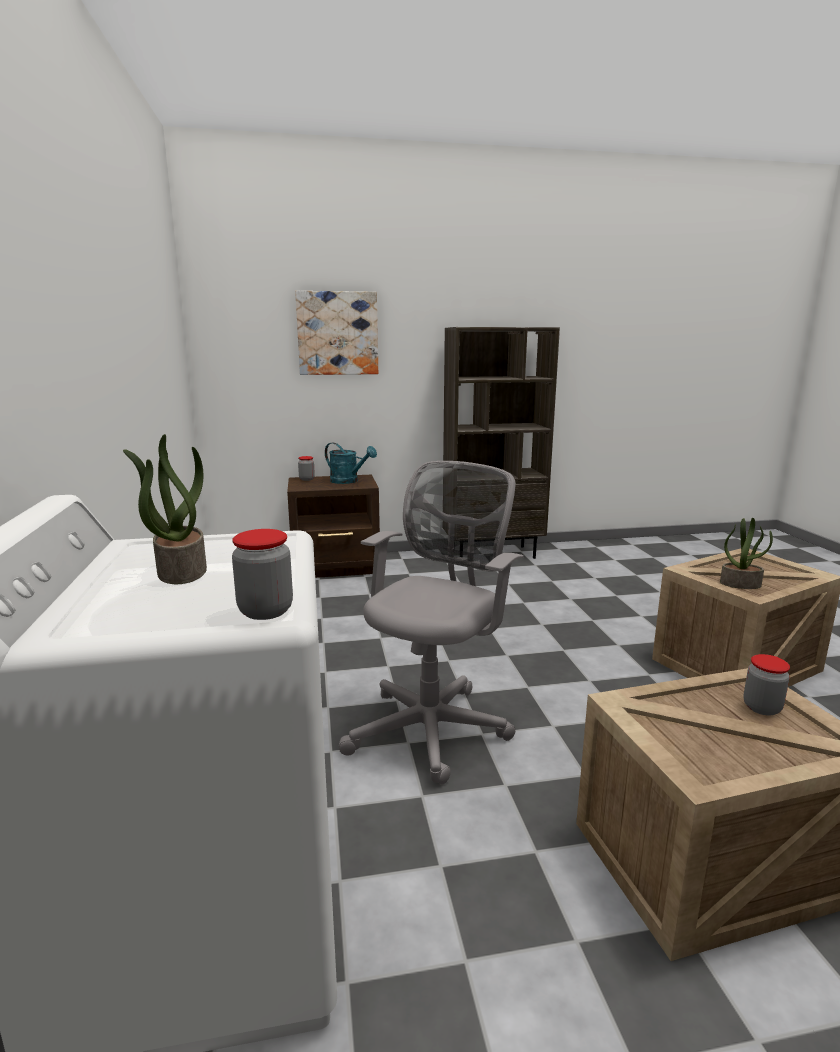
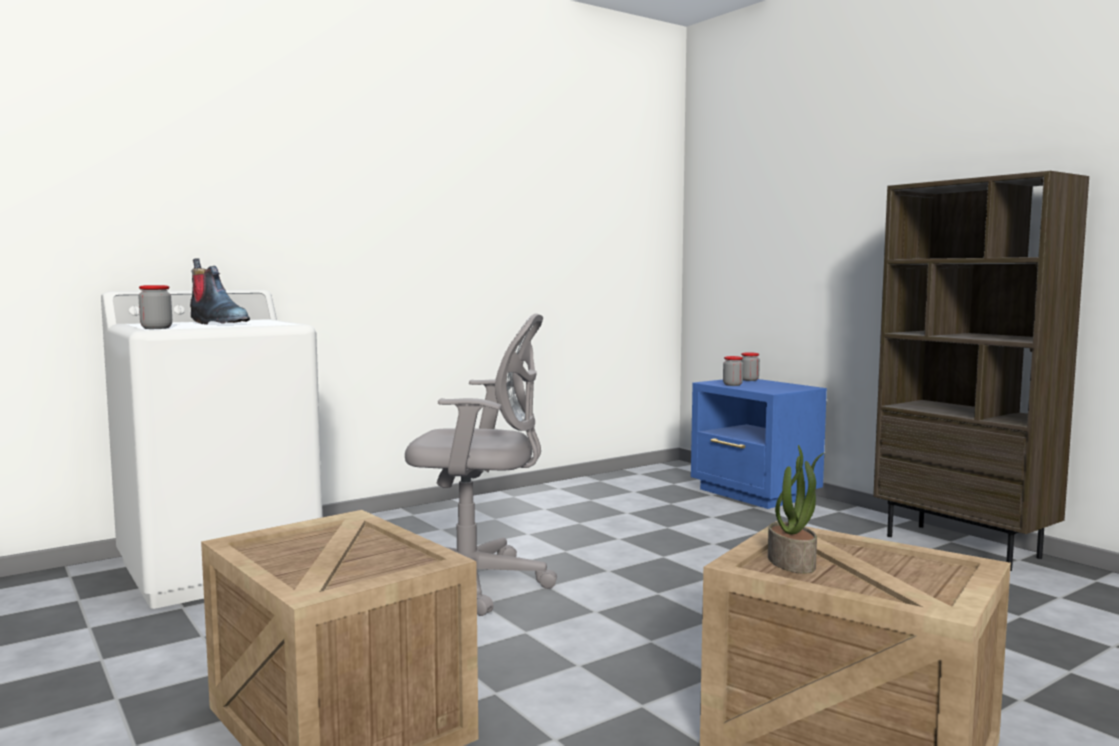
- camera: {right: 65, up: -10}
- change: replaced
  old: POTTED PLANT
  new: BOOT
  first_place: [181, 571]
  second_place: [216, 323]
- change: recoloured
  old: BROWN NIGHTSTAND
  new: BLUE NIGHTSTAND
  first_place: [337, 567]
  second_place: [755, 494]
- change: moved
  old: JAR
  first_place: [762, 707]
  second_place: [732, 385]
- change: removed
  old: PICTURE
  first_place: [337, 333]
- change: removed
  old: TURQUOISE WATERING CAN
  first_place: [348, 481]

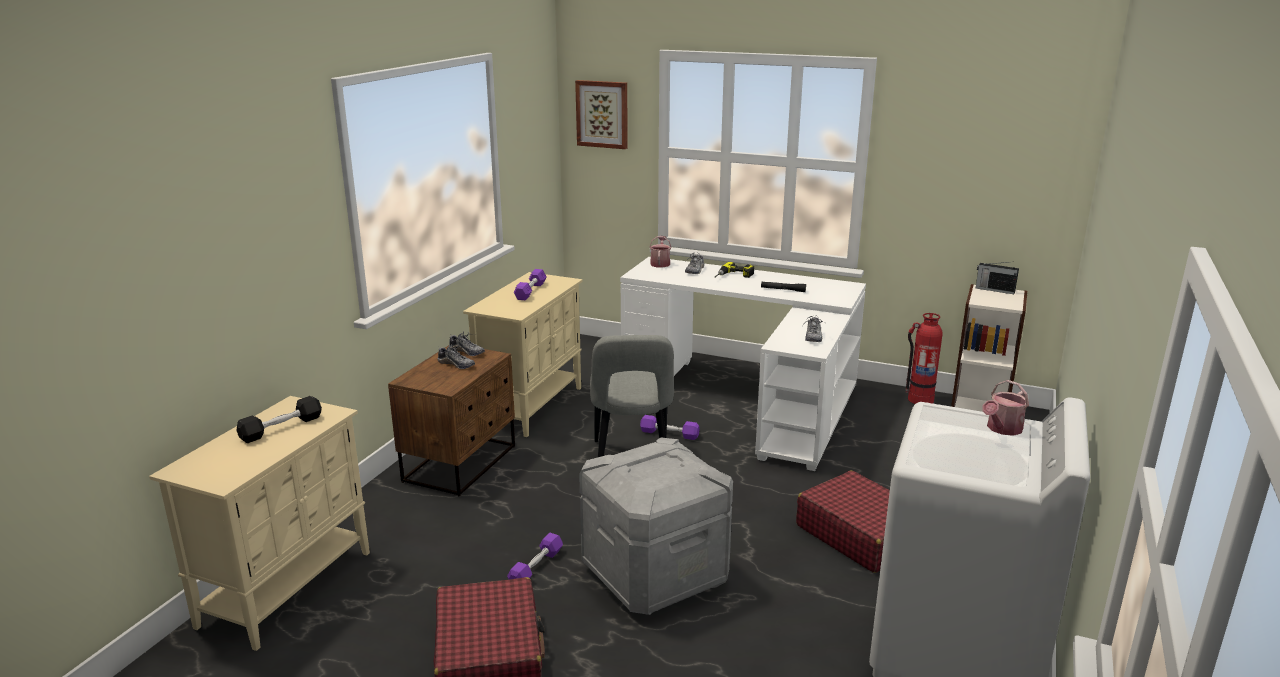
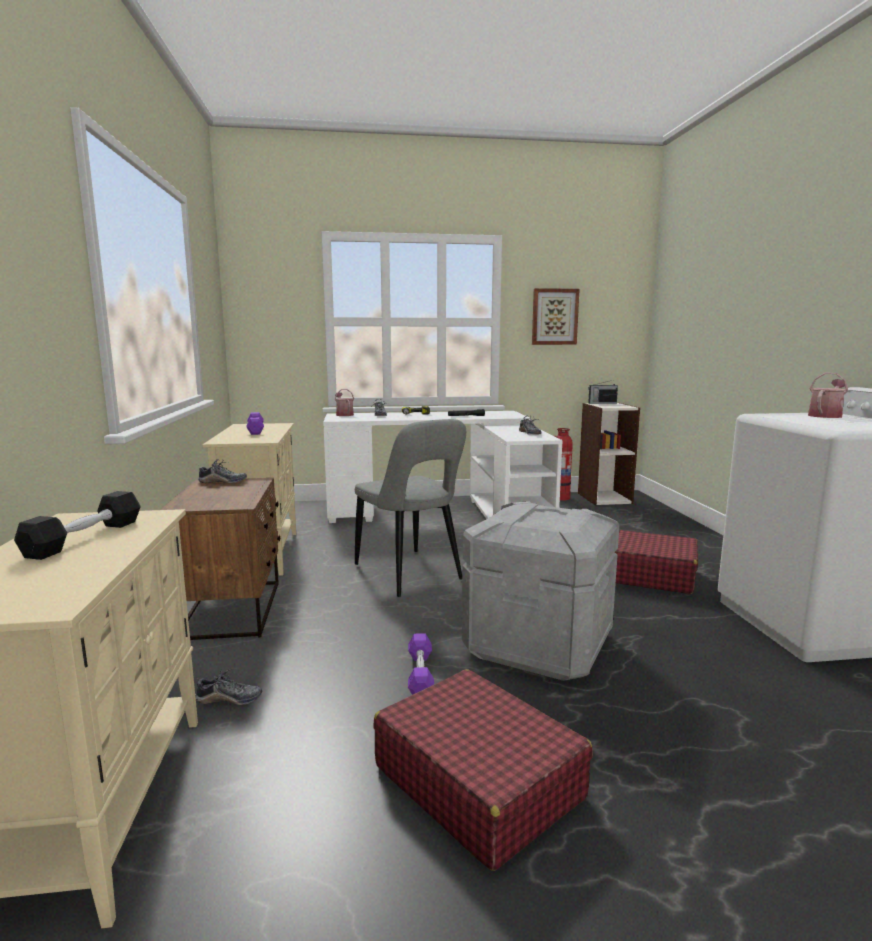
- camera: {right: -30, up: -10}
- change: moved
  old: SHOE
  first_place: [456, 364]
  second_place: [229, 699]
- change: moved
  old: PICTURE
  first_place: [602, 114]
  second_place: [554, 317]
- change: turned
  old: WATERING CAN
  first_place: [1002, 429]
  second_place: [826, 415]
  degrees: -150
- change: removed
  old: PURPLE DUMBBELL
  first_place: [669, 434]

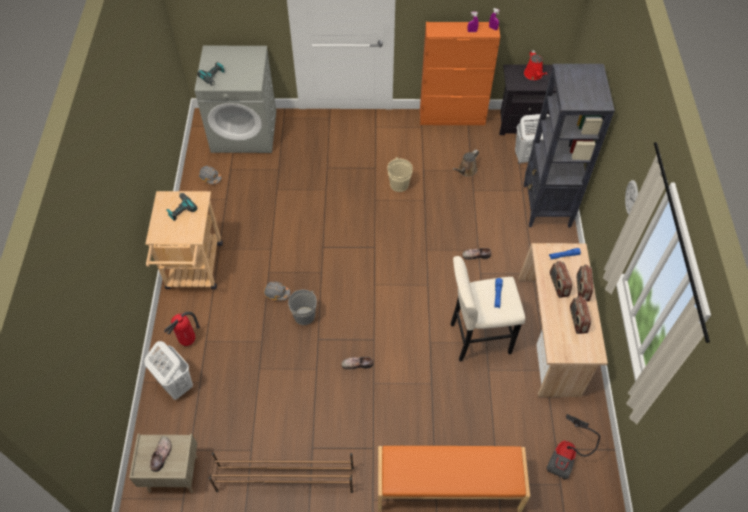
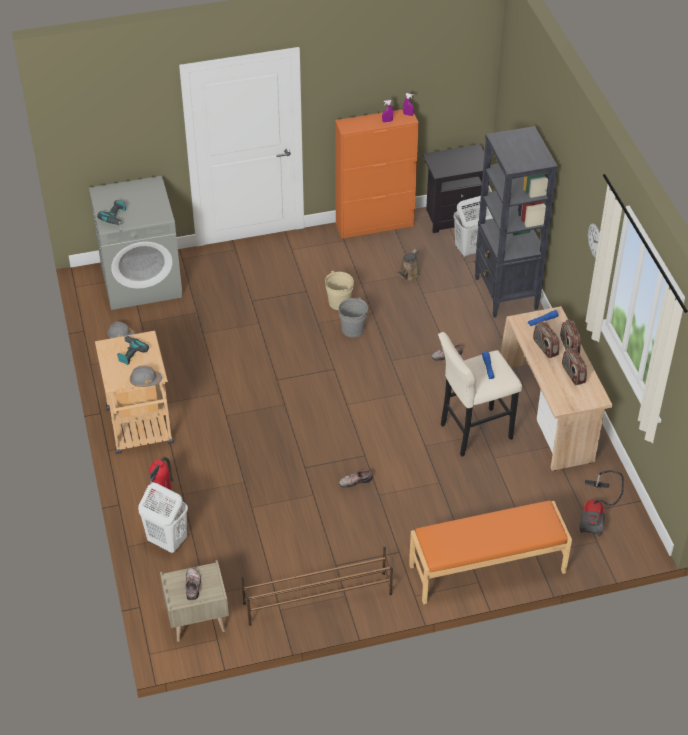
- camera: {right: -15, up: -10}
- change: moved
  old: GREY HARD HAT
  first_place: [276, 293]
  second_place: [145, 380]
- change: moved
  old: GREY BUCKET
  first_place: [304, 316]
  second_place: [352, 329]
- change: removed
  old: RED WATERING CAN
  first_place: [534, 75]

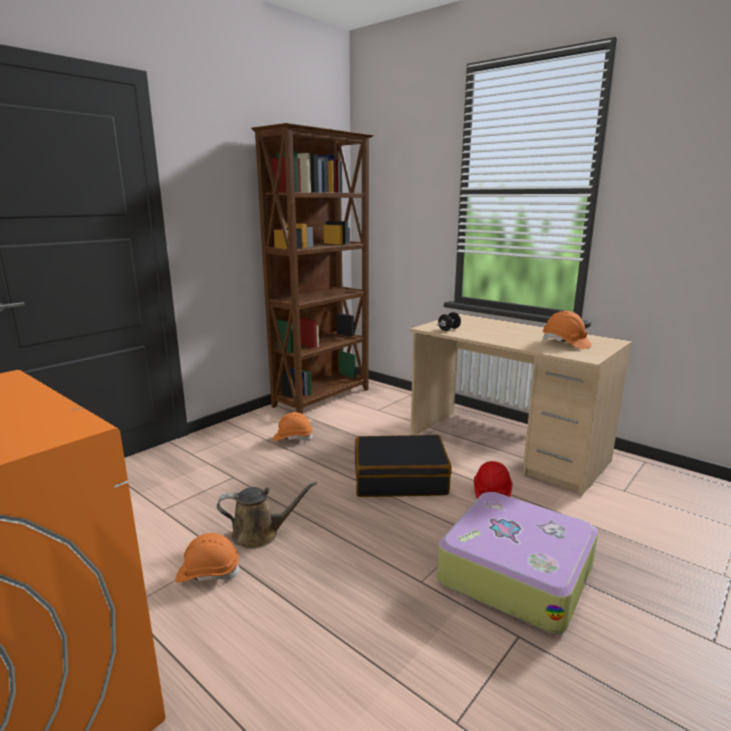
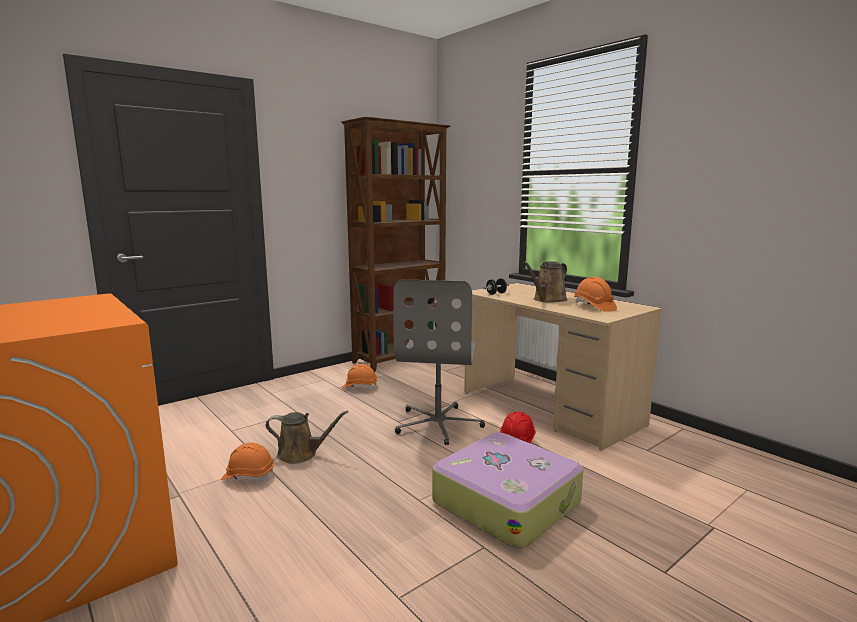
- camera: {right: 10, up: -5}
- change: replaced
  old: BLACK SUITCASE
  new: GREY OFFICE CHAIR
  first_place: [400, 478]
  second_place: [439, 424]
- change: added
  new: BROWN WATERING CAN
  second_place: [548, 300]

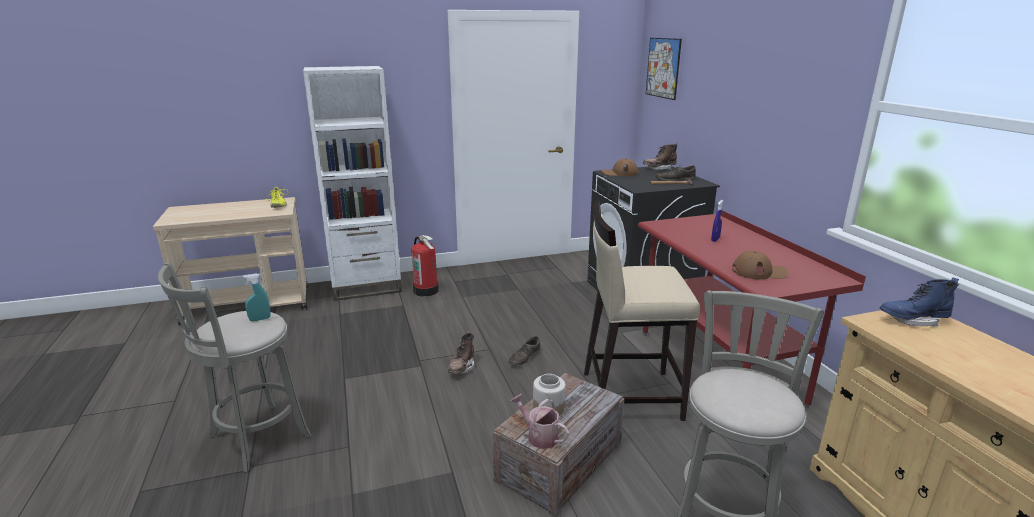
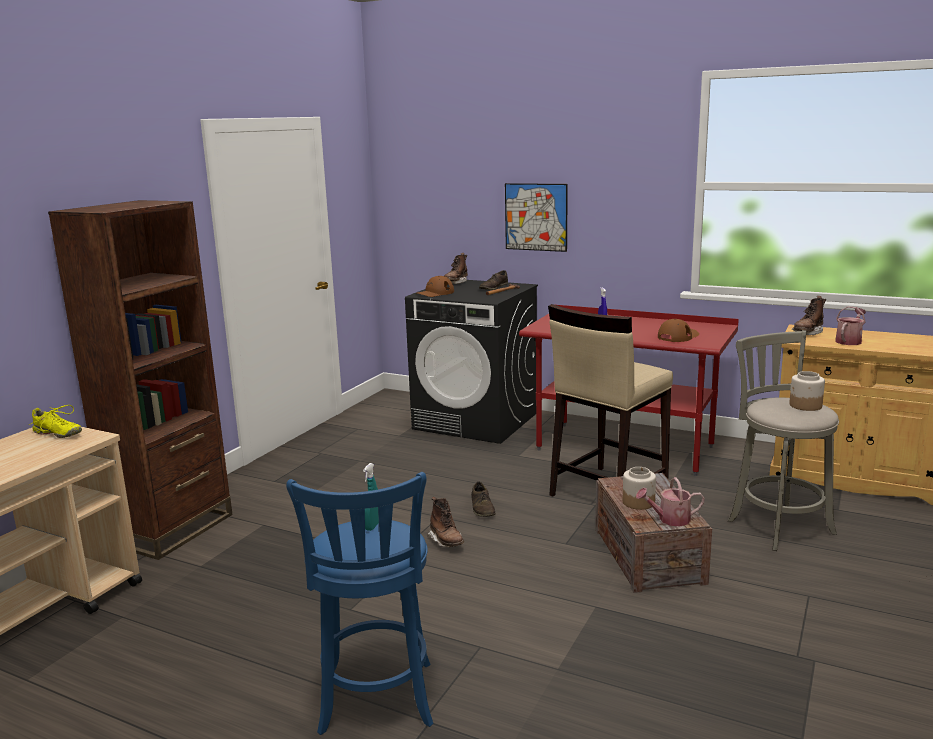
- camera: {right: -45, up: -5}
- change: recoloured
  old: WHITE BOOKCASE
  new: BROWN BOOKCASE
  first_place: [366, 287]
  second_place: [172, 529]
- change: recoloured
  old: GREY STOOL
  new: BLUE STOOL
  first_place: [255, 439]
  second_place: [376, 702]
- change: moved
  old: PICTURE
  first_place: [663, 68]
  second_place: [536, 217]
- change: added
  new: JAR
  second_place: [805, 406]
- change: recoloured
  old: BLUE BOOT
  new: BROWN BOOT
  first_place: [912, 321]
  second_place: [807, 333]
- change: added
  new: WATERING CAN
  second_place: [849, 341]
- change: removed
  old: FIRE EXTINGUISHER
  first_place: [426, 291]

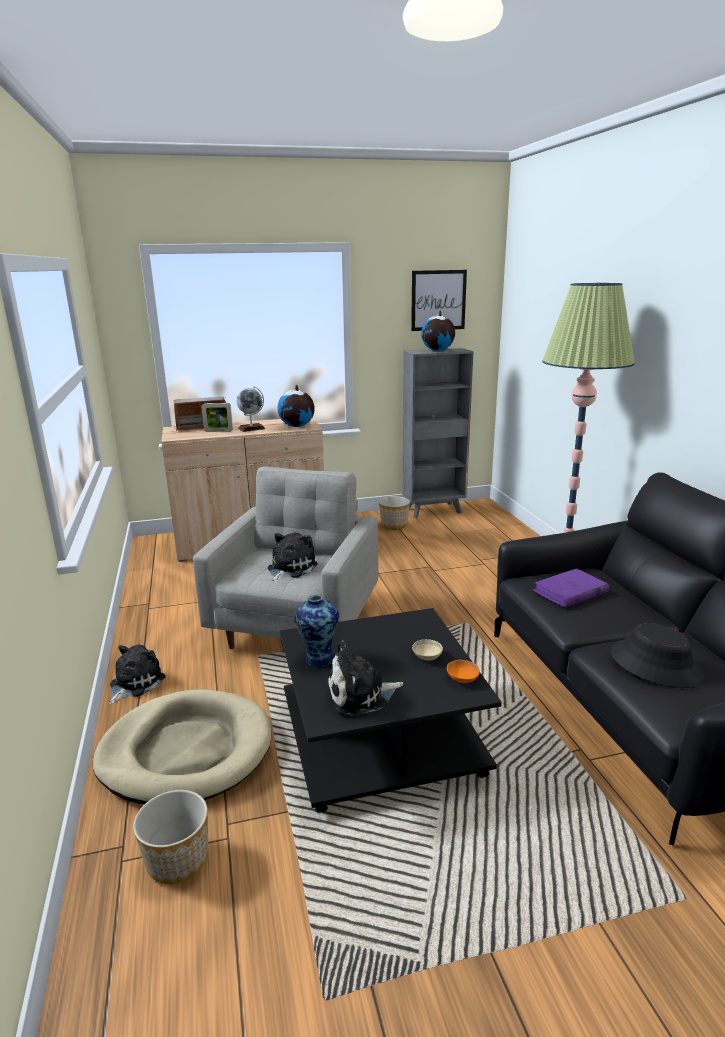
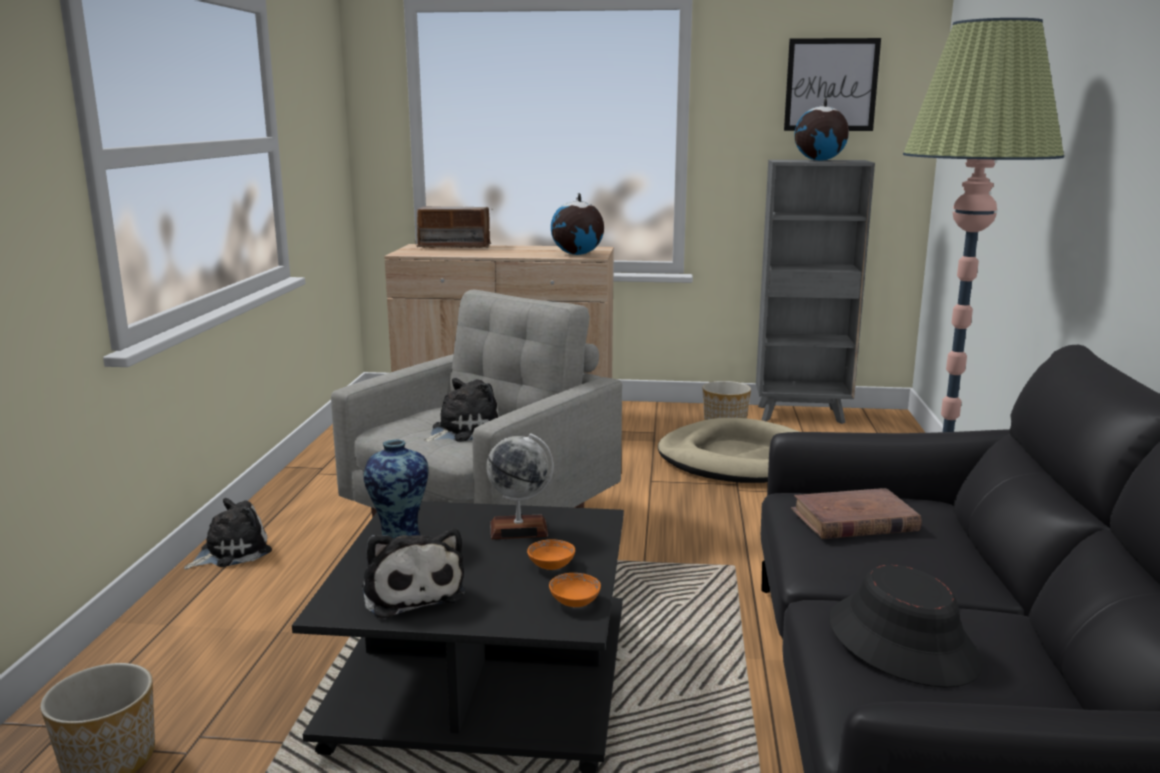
- camera: {right: 20, up: -5}
- change: turned
  old: PLUSH TOY
  first_place: [361, 695]
  second_place: [411, 591]
  degrees: -120
- change: moved
  old: GLOBE
  first_place: [251, 428]
  second_place: [519, 529]
- change: recoloured
  old: BEIGE BOWL
  new: ORANGE BOWL
  first_place: [427, 656]
  second_place: [551, 565]
- change: moved
  old: BEIGE DOG BED
  first_place: [186, 751]
  second_place: [737, 459]
- change: recoloured
  old: PURPLE BOOK
  new: BROWN BOOK
  first_place: [570, 592]
  second_place: [853, 520]
- change: removed
  old: PICTURE FRAME
  first_place: [218, 431]

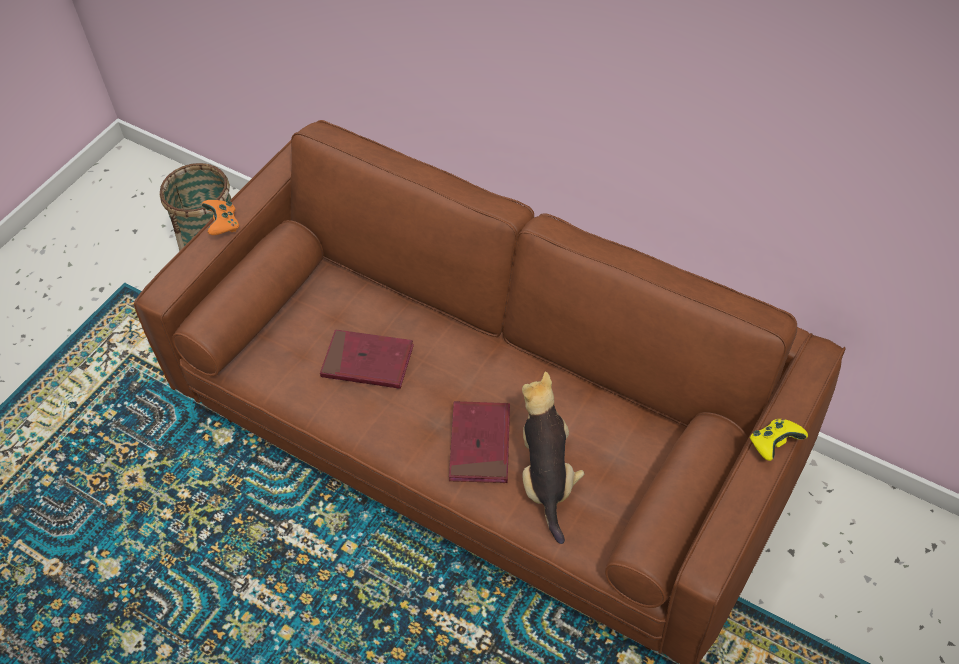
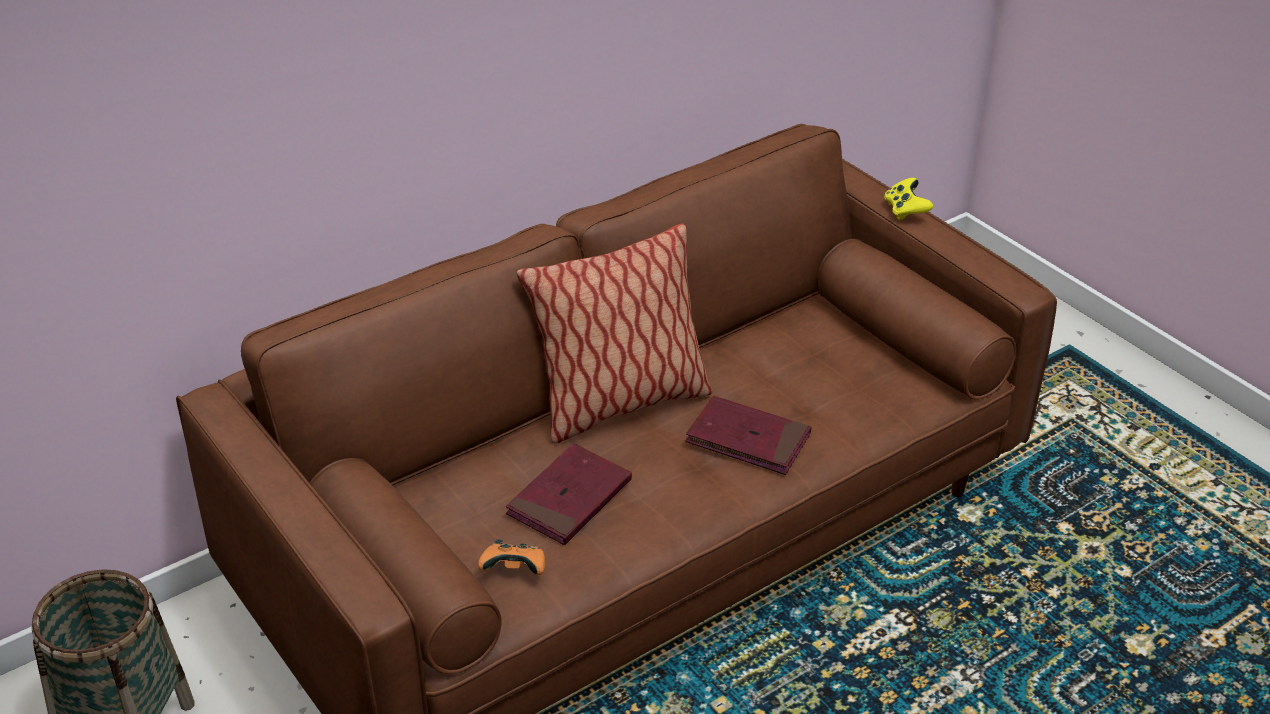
- camera: {right: -70, up: -15}
- change: moved
  old: ORANGE GAME CONTROLLER
  first_place: [223, 225]
  second_place: [515, 570]
- change: added
  new: PILLOW
  second_place: [620, 404]
- change: removed
  old: PLUSH TOY
  first_place: [547, 477]

